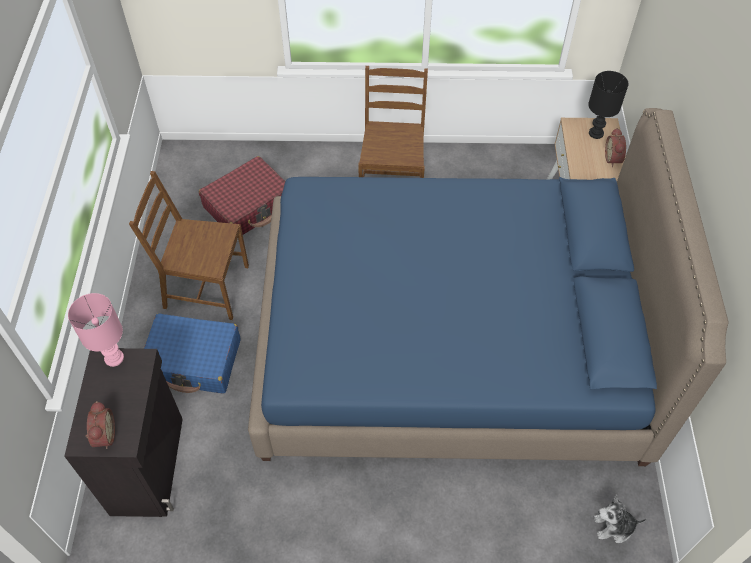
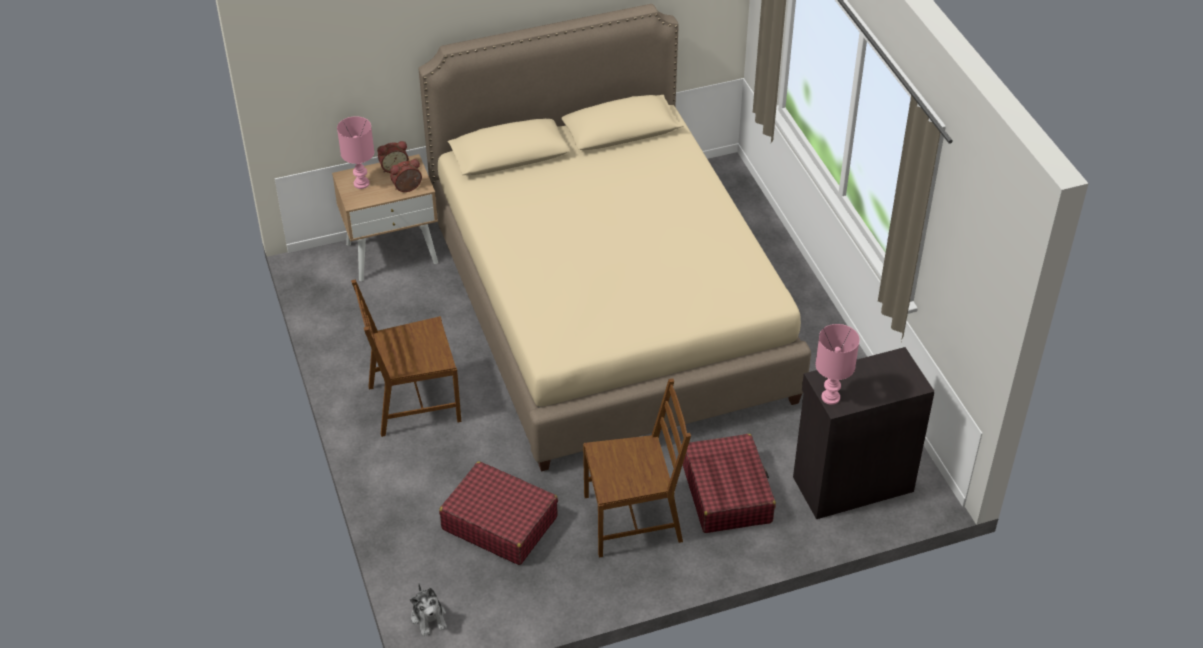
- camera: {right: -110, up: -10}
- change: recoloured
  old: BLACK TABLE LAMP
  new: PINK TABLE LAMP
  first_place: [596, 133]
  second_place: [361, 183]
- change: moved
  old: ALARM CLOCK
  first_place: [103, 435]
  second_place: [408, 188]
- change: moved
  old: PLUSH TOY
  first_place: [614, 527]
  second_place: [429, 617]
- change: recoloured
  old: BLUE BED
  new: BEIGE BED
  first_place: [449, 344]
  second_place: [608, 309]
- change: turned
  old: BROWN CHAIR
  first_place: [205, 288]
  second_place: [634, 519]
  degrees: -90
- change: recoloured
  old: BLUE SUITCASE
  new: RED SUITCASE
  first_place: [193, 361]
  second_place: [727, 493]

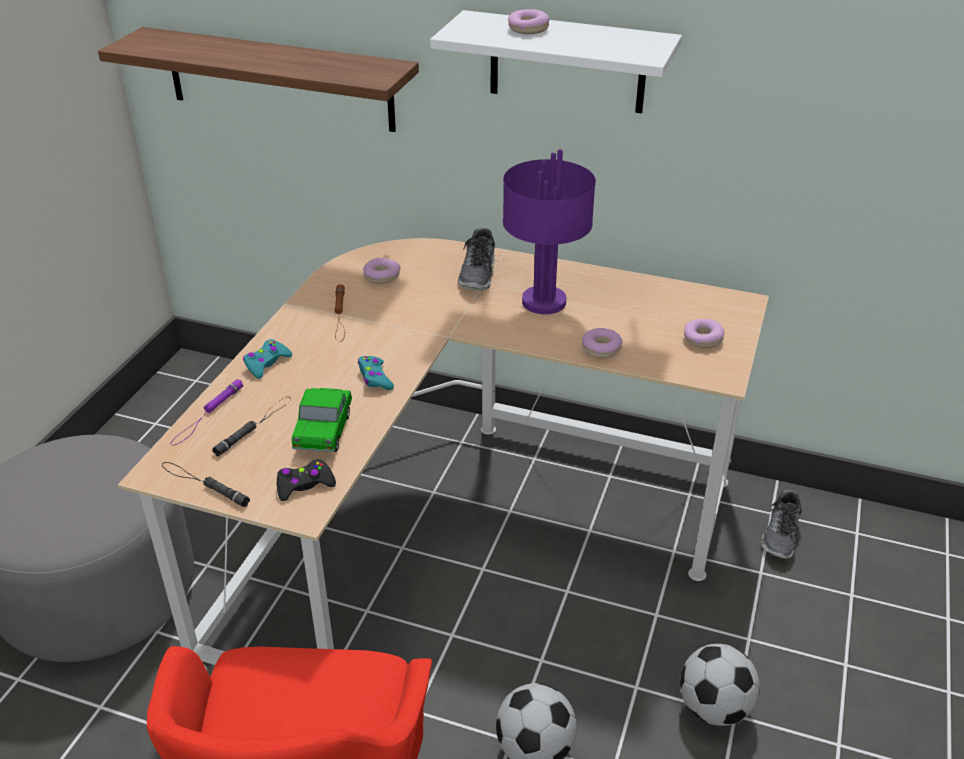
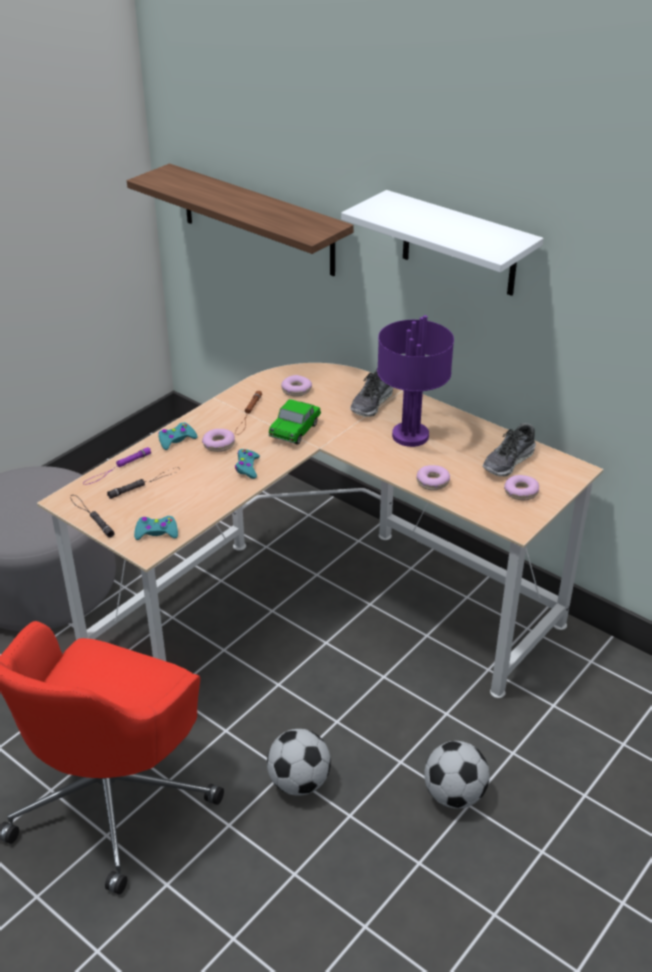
- camera: {right: 20, up: 0}
- change: recoloured
  old: BLACK GAME CONTROLLER
  new: TURQUOISE GAME CONTROLLER
  first_place: [304, 485]
  second_place: [156, 532]
- change: moved
  old: DONUT
  first_place: [528, 29]
  second_place: [219, 444]
- change: moved
  old: TOY CAR
  first_place: [324, 431]
  second_place: [295, 431]
- change: moved
  old: SHOE
  first_place: [781, 535]
  second_place: [508, 461]

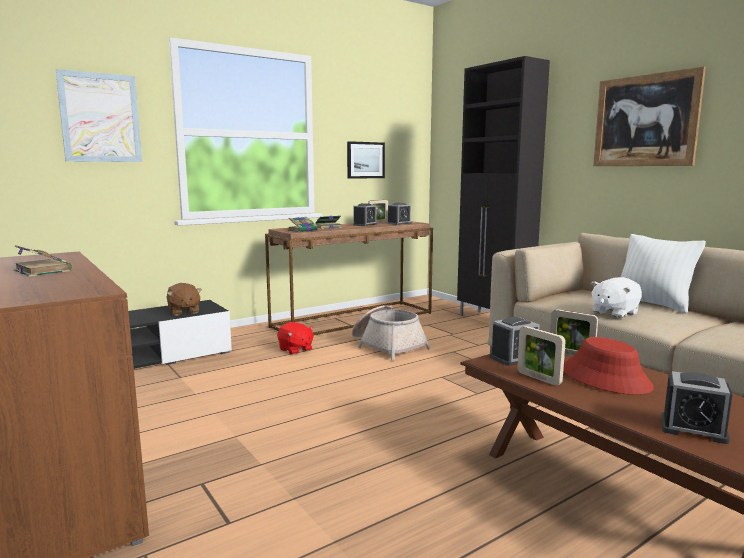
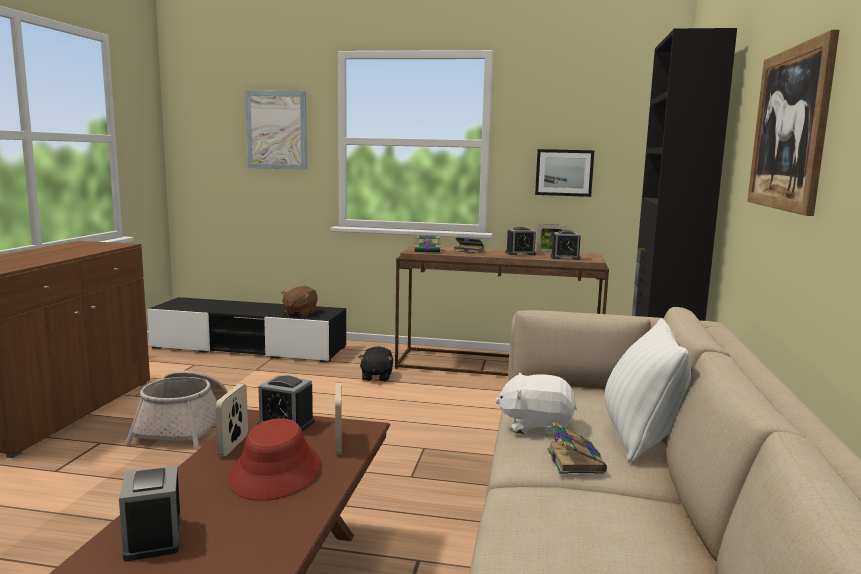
- camera: {right: 45, up: 0}
- change: moved
  old: BASKET
  first_place: [387, 346]
  second_place: [184, 427]
- change: recoloured
  old: RED PLUSH TOY
  new: BLACK PLUSH TOY
  first_place: [295, 350]
  second_place: [376, 377]
- change: moved
  old: BOOK
  first_place: [42, 271]
  second_place: [575, 460]

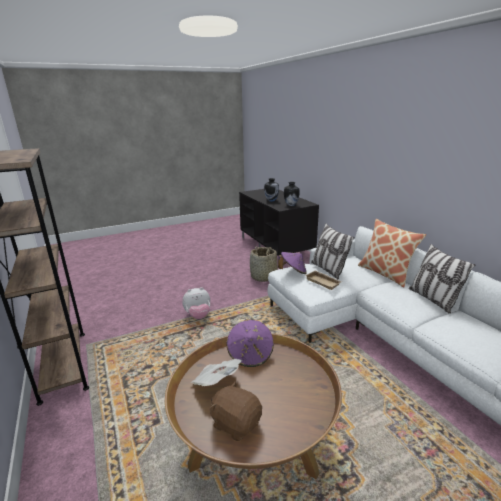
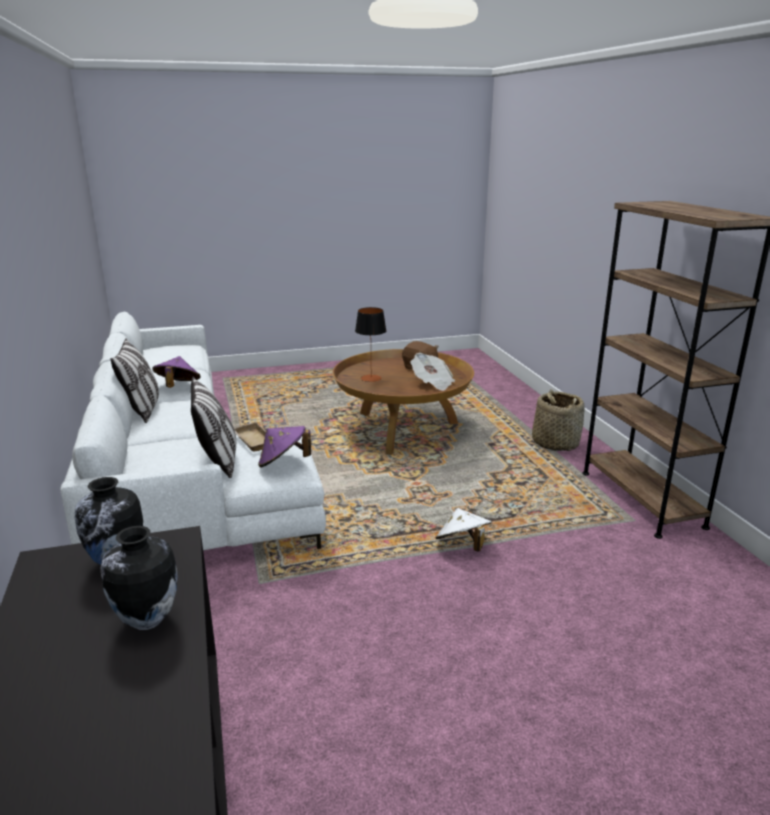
- camera: {right: -170, up: 0}
- change: moved
  old: PURPLE HAT
  first_place: [250, 354]
  second_place: [177, 387]
- change: added
  new: TABLE LAMP
  second_place: [371, 378]
- change: replaced
  old: PLUSH TOY
  new: WHITE HAT
  first_place: [198, 316]
  second_place: [462, 546]
- change: moved
  old: BASKET
  first_place: [264, 277]
  second_place: [555, 443]
- change: removed
  old: PILLOW
  first_place: [385, 273]

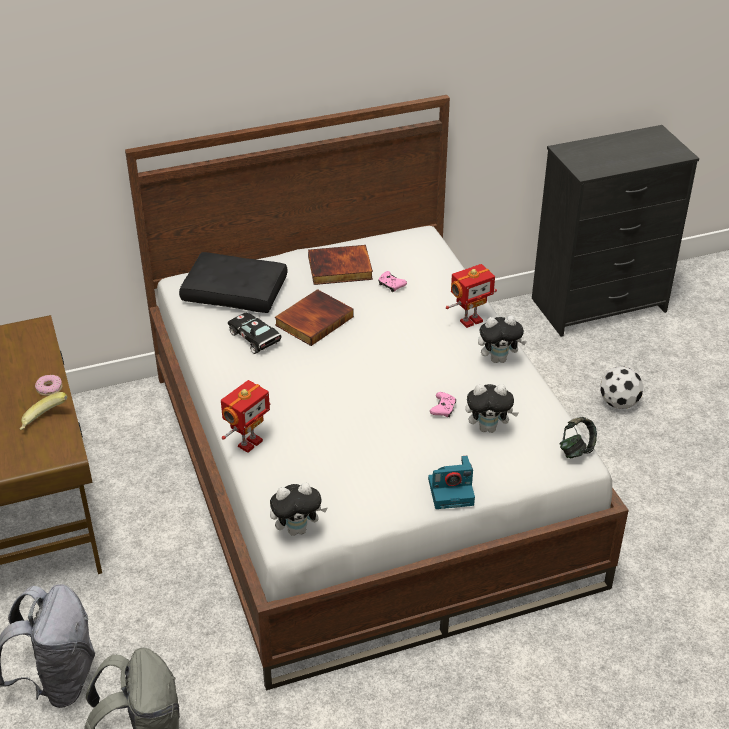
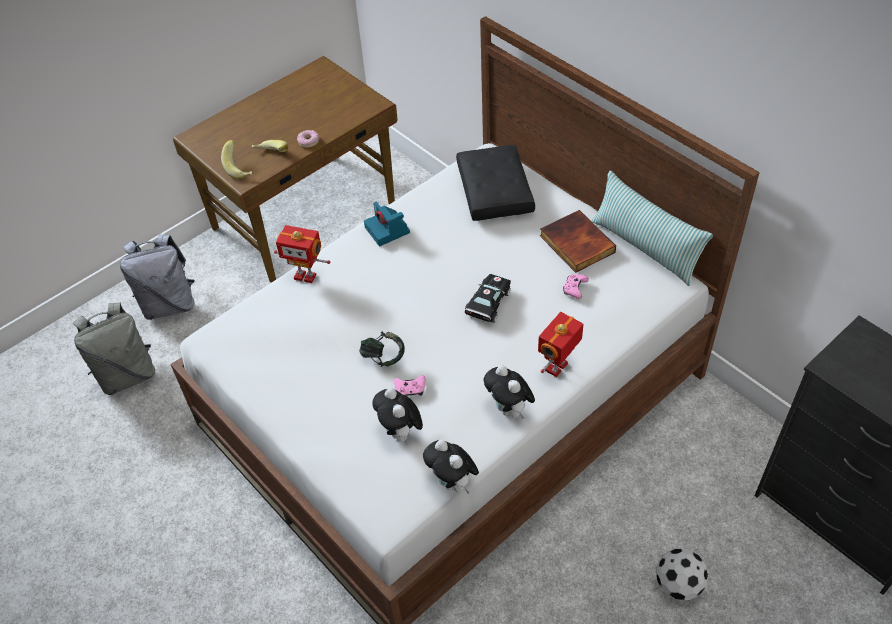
- camera: {right: 70, up: 10}
- change: added
  new: BANANA
  second_place: [240, 169]
- change: moved
  old: HEADPHONES
  first_place: [576, 450]
  second_place: [383, 357]
- change: moved
  old: PHOTO CAMERA
  first_place: [452, 491]
  second_place: [388, 230]
- change: moved
  old: PLUSH TOY
  first_place: [297, 529]
  second_place: [453, 483]
- change: moved
  old: BLACK TOY CAR
  first_place: [255, 339]
  second_place: [487, 305]
- change: turned
  old: TOY ROBOT
  first_place: [470, 320]
  second_place: [557, 368]
  degrees: 90
- change: added
  new: PILLOW
  second_place: [645, 248]
- change: removed
  old: BOOK
  first_place: [313, 320]

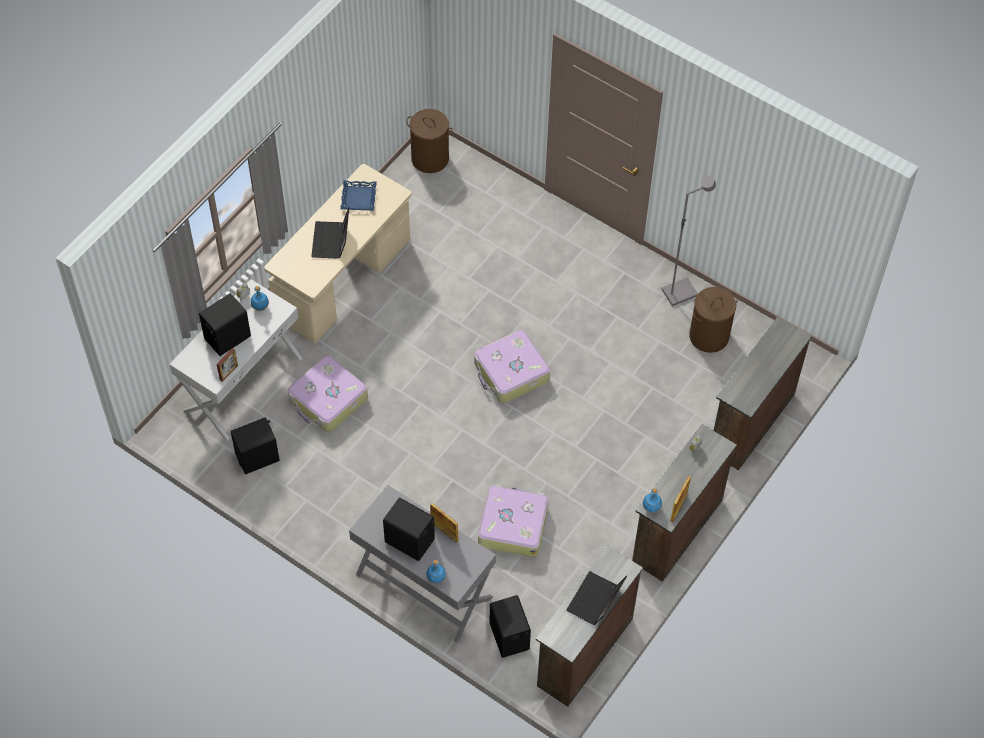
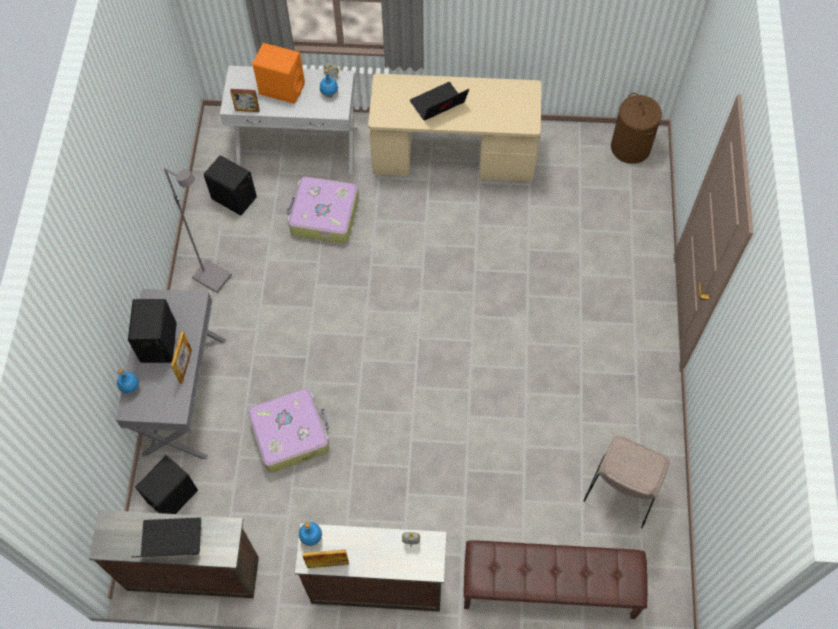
- camera: {right: 60, up: 5}
- change: moved
  old: GREY FLOOR LAMP
  first_place: [679, 292]
  second_place: [213, 276]
- change: recoloured
  old: BLACK SPEAKER
  new: ORANGE SPEAKER
  first_place: [227, 338]
  second_place: [281, 89]
- change: replaced
  old: BROWN DRESSER
  new: BROWN BENCH
  first_place: [750, 422]
  second_place: [549, 589]
- change: replaced
  old: BROWN LAUNDRY BASKET
  new: BEIGE CHAIR
  first_place: [708, 336]
  second_place: [621, 492]
- change: removed
  old: BLUE TRAY
  first_place: [359, 198]
- change: removed
  old: SUITCASE
  first_place: [511, 373]

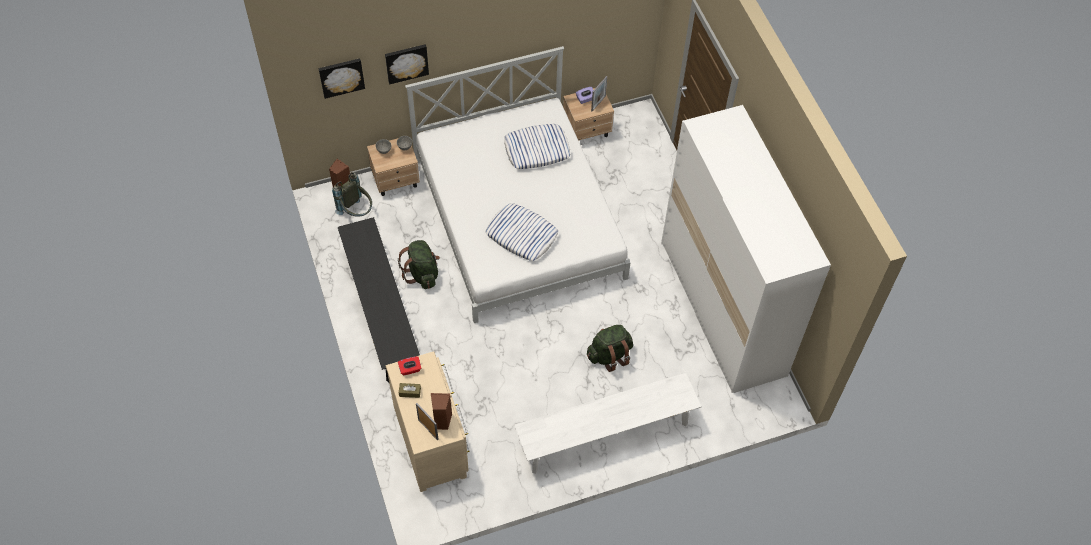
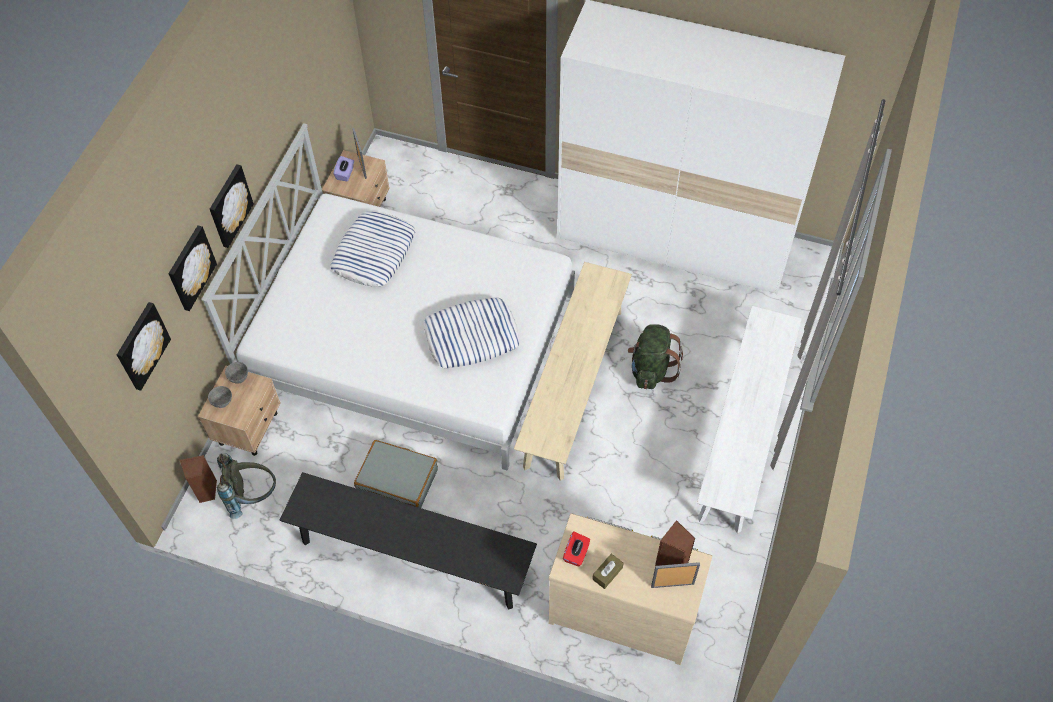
- camera: {right: -50, up: 0}
- change: added
  new: PICTURE
  second_place: [229, 205]
- change: replaced
  old: GREEN BACKPACK
  new: GREY SUITCASE
  first_place: [422, 273]
  second_place: [398, 481]
- change: added
  new: BEIGE BENCH
  second_place: [573, 387]

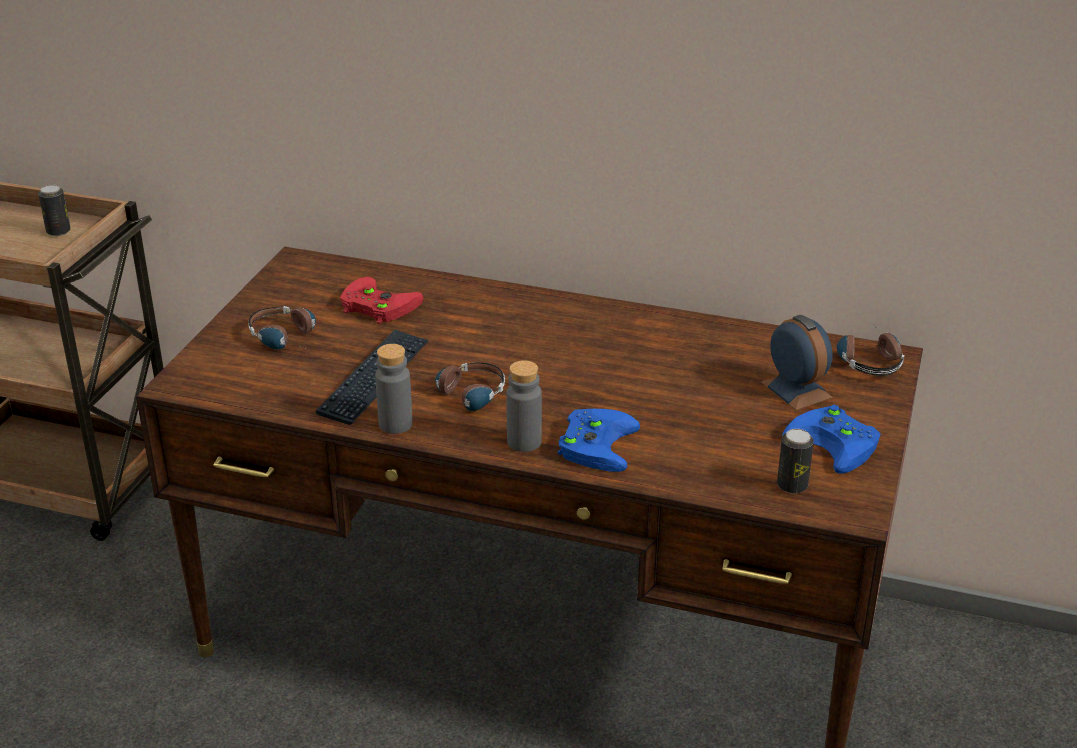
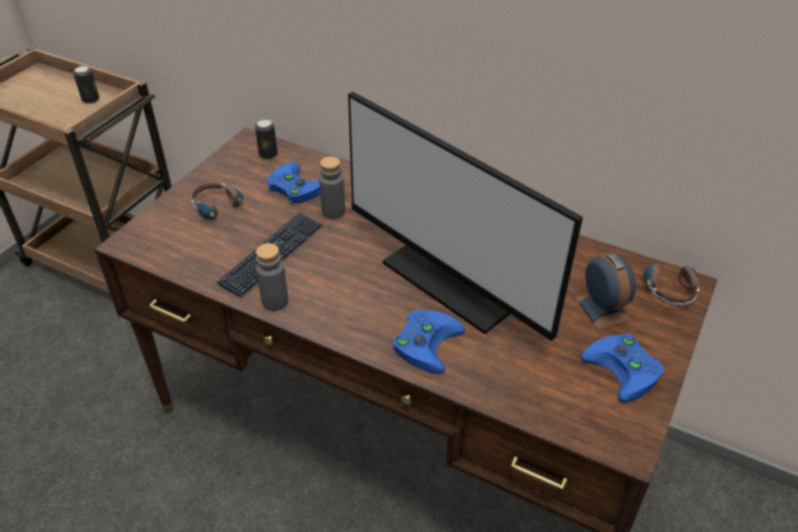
- camera: {right: 10, up: 10}
- change: moved
  old: CAN
  first_place: [792, 485]
  second_place: [268, 154]
- change: recoloured
  old: RED GAME CONTROLLER
  new: BLUE GAME CONTROLLER
  first_place: [375, 305]
  second_place: [294, 187]
- change: moved
  old: GREY BOTTLE
  first_place: [524, 442]
  second_place: [333, 211]
- change: added
  new: MONITOR
  second_place: [456, 278]
- change: removed
  old: HEADPHONES
  first_place: [463, 399]

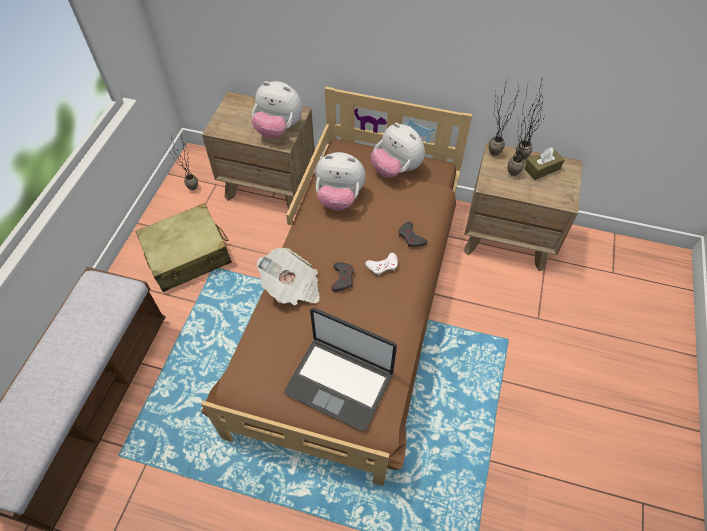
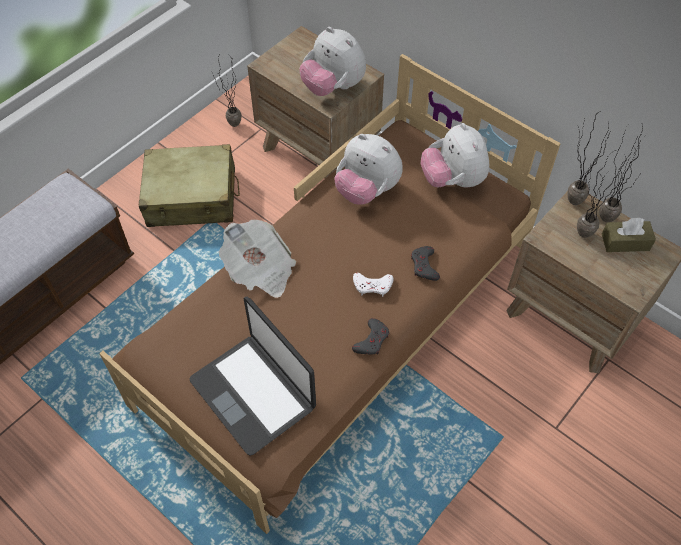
- camera: {right: 25, up: 0}
- change: moved
  old: GREY GAME CONTROLLER
  first_place: [342, 278]
  second_place: [372, 340]

